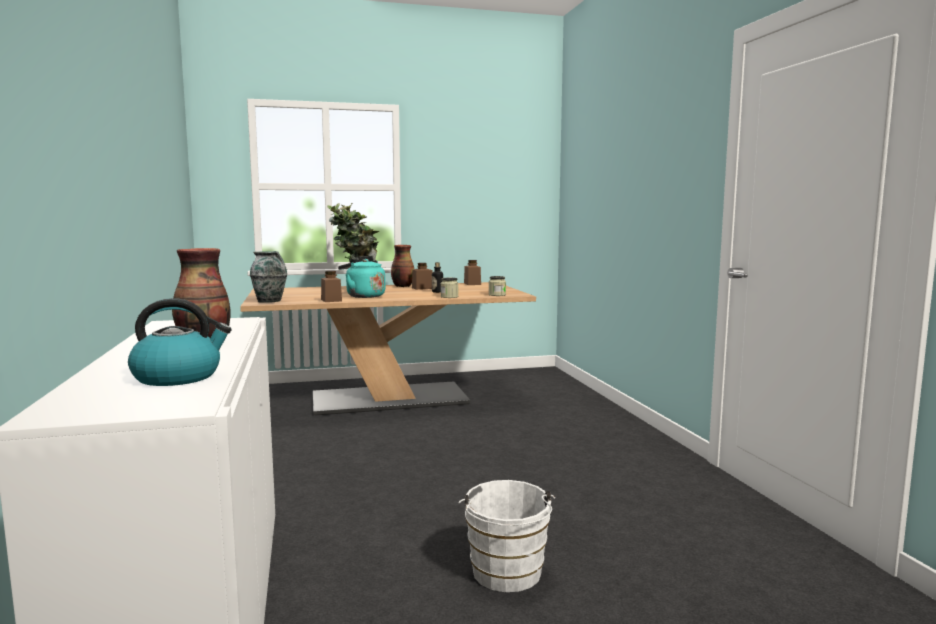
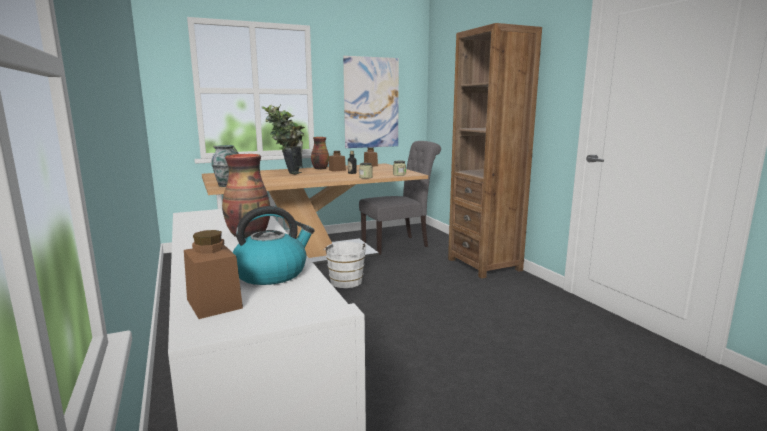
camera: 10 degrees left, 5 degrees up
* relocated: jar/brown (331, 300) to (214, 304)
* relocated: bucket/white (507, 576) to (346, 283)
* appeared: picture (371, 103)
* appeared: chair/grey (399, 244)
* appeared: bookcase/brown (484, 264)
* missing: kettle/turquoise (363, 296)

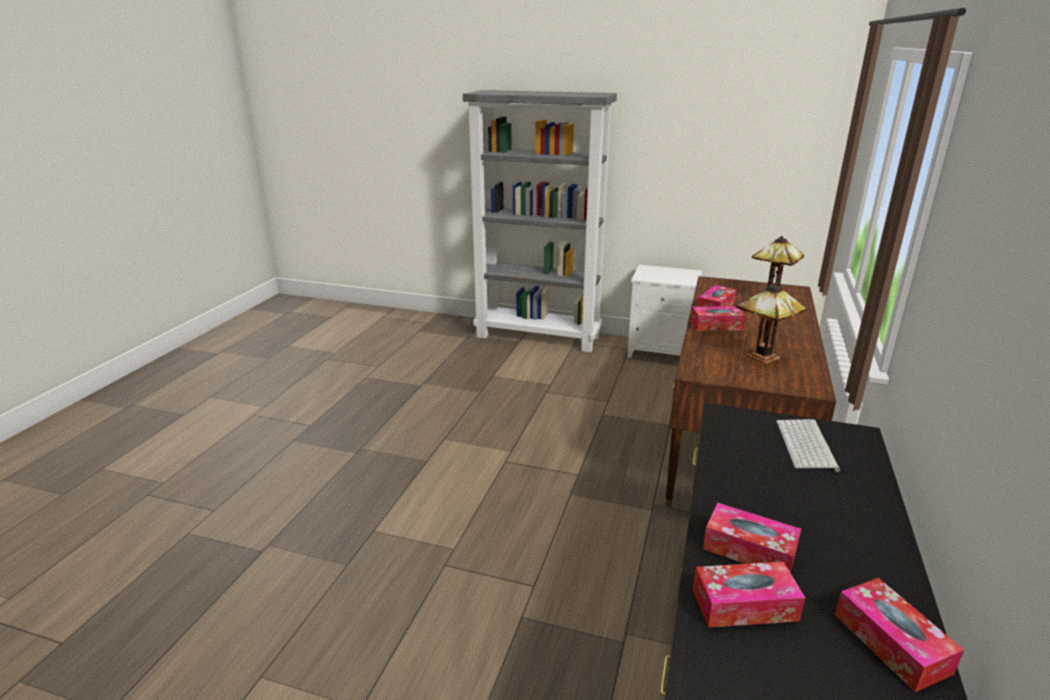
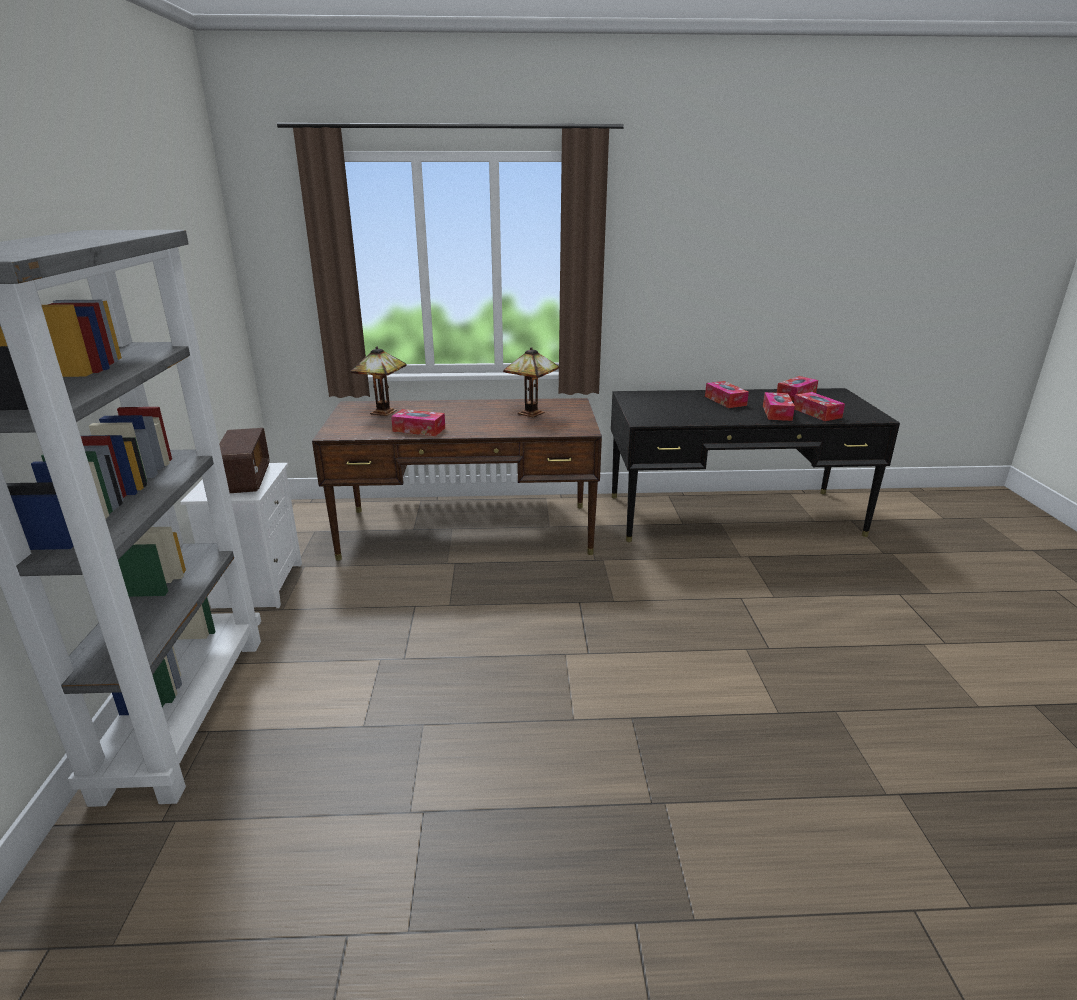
camera: 110 degrees left, 0 degrees up
* appeared: radio (246, 479)
* relocated: tissue box (716, 325) to (725, 401)
* missing: keyboard (807, 445)

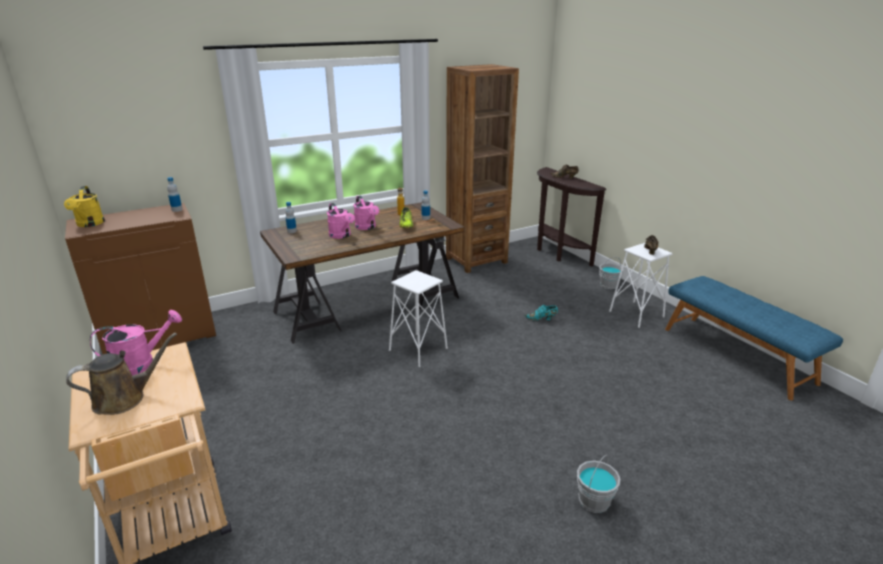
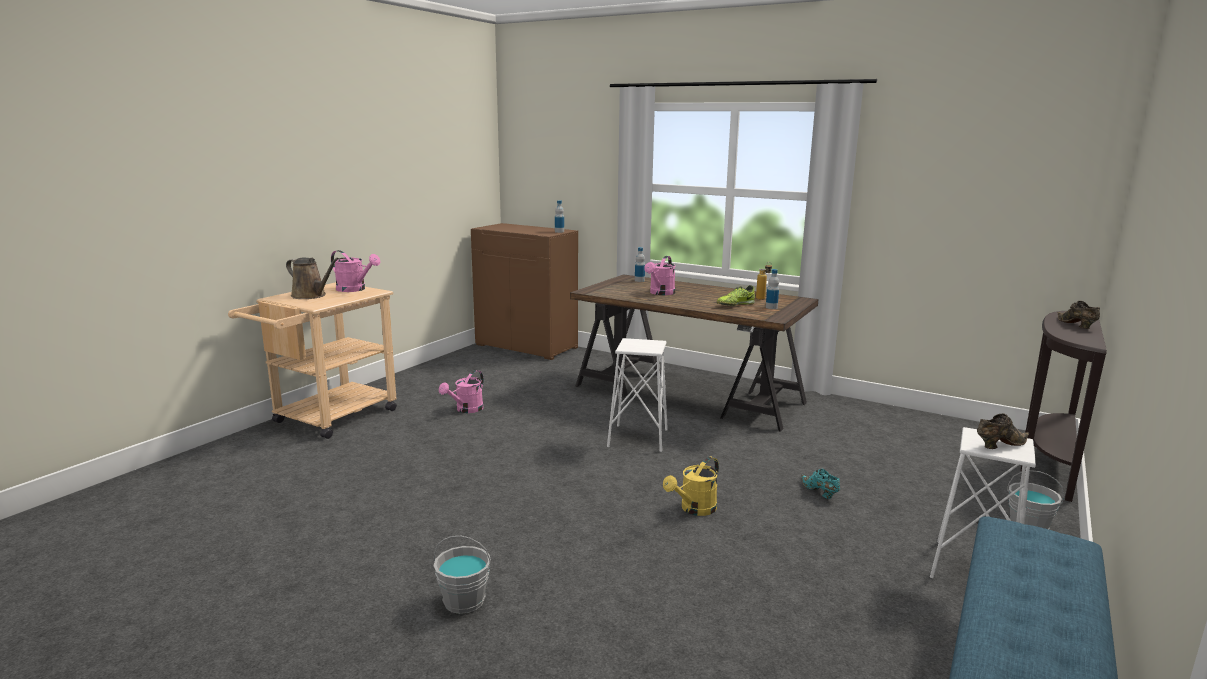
camera: 60 degrees right, 10 degrees down
* relocated: watering can/pink (367, 227) to (466, 410)
* relocated: watering can/yellow (89, 224) to (694, 509)
* missing: bookcase/brown (476, 260)

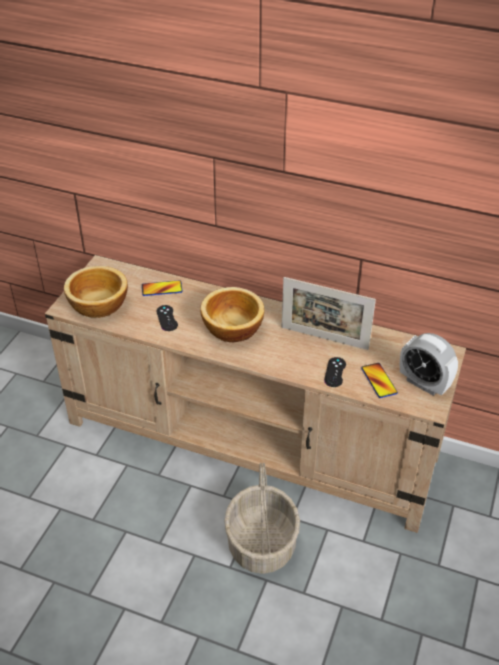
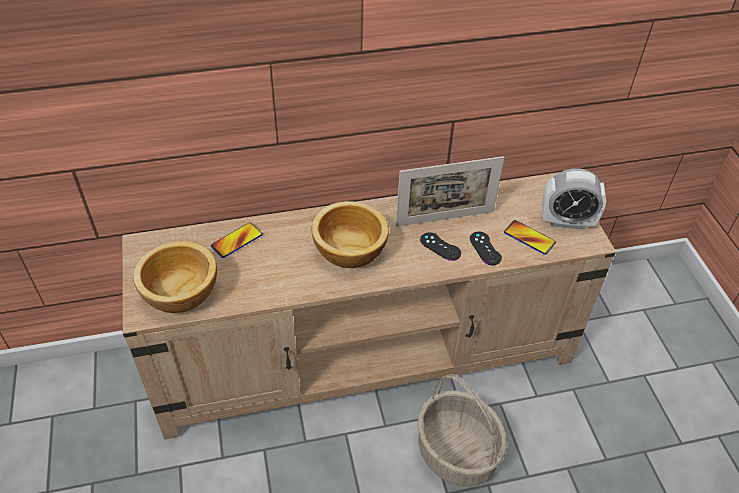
camera: 35 degrees left, 5 degrees up
* relocated: game controller/black (167, 318) to (440, 246)

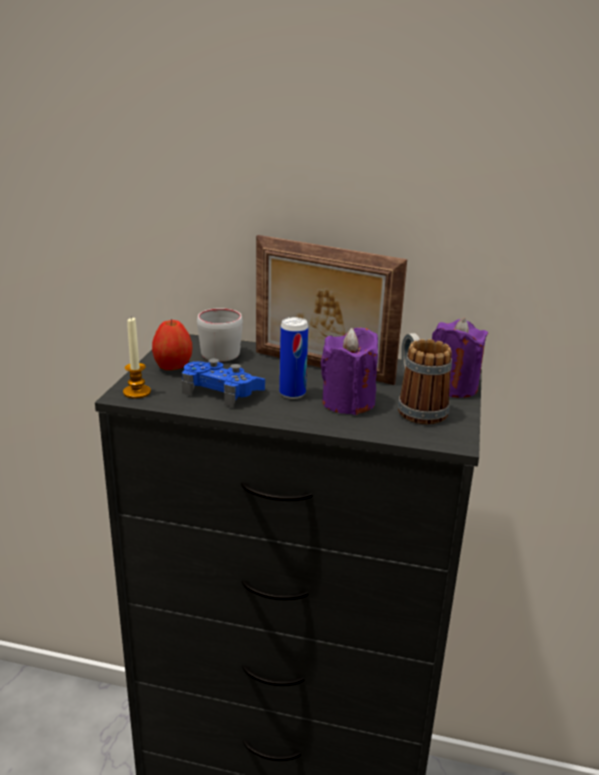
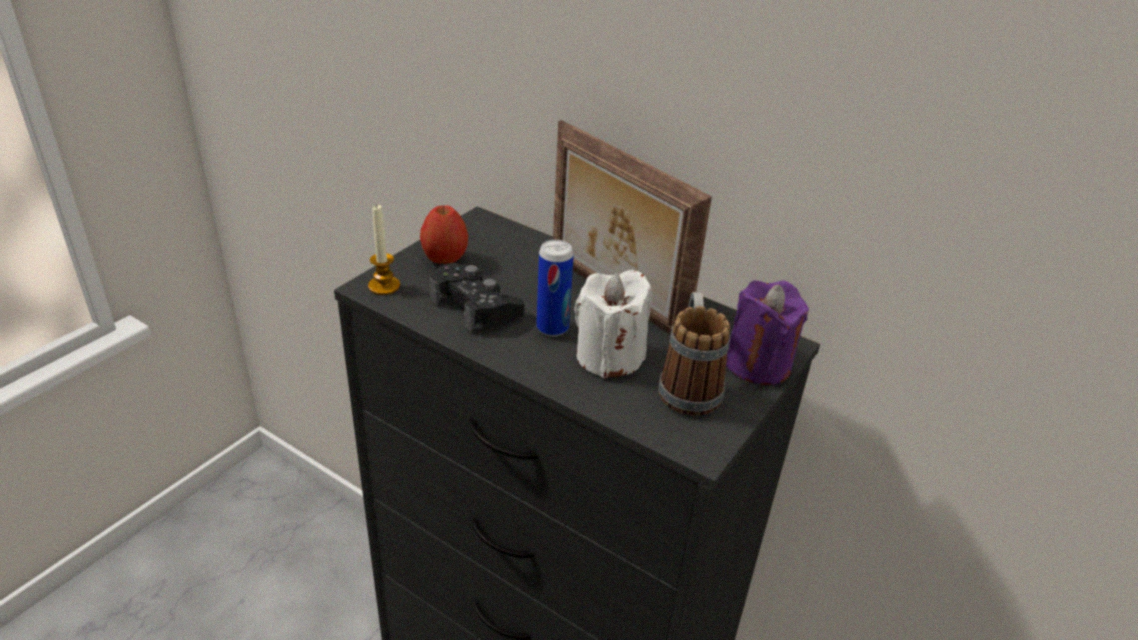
camera: 20 degrees right, 10 degrees up
* colour: game controller/blue (222, 391) to game controller/black (475, 306)
* colour: candle/purple (348, 402) to candle/white (609, 357)
* missing: mug/grey (220, 350)

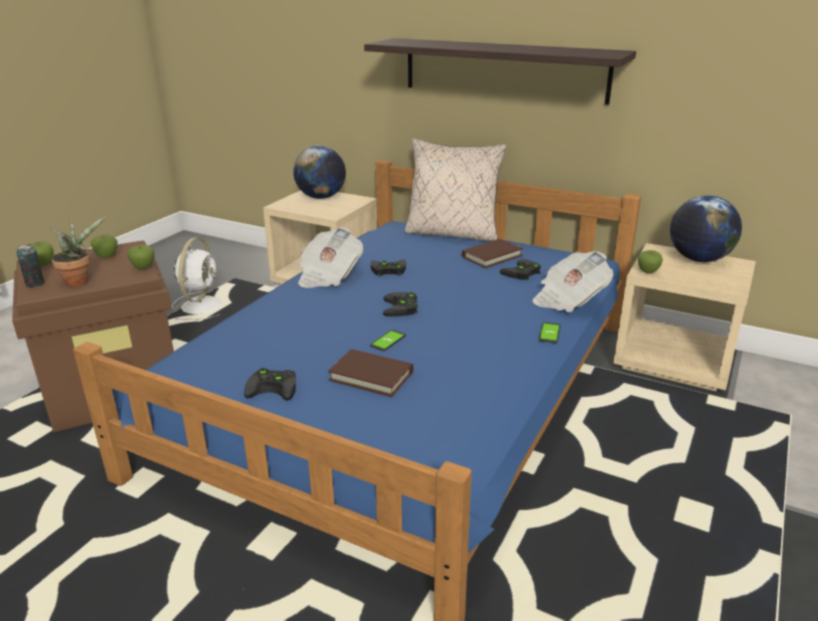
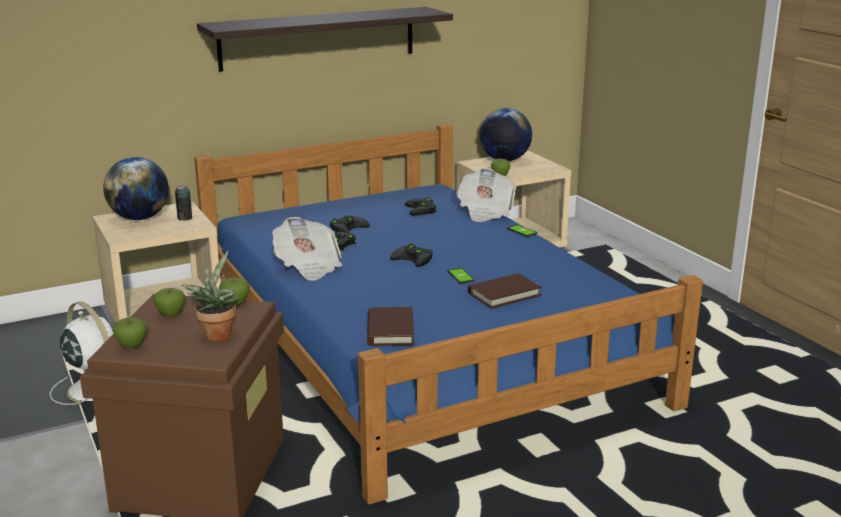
camera: 55 degrees left, 5 degrees down
* relocated: can (35, 284) to (185, 218)
* relocated: game controller/black (274, 387) to (348, 227)
* relocated: book/brown (492, 256) to (390, 330)
* missing: pillow/beige (452, 233)

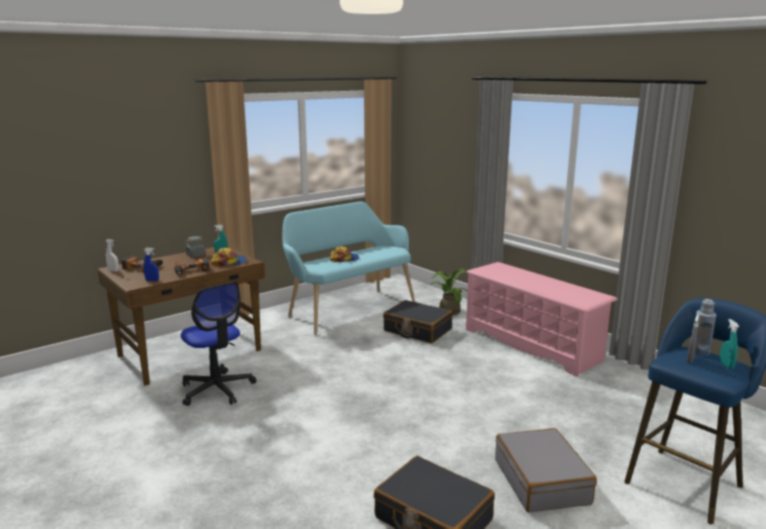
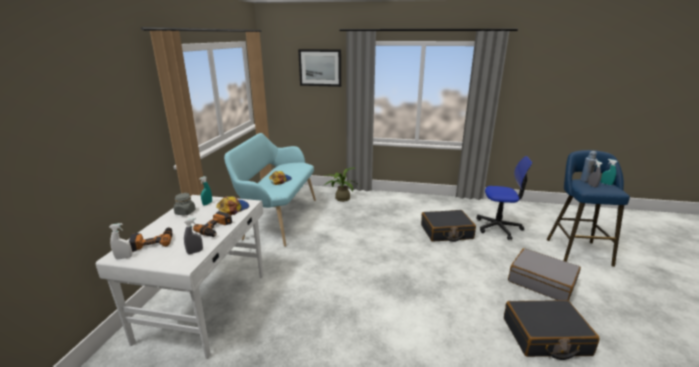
camera: 40 degrees left, 5 degrees up
* colour: desk/brown (191, 353) to desk/white (206, 305)
* colour: spray bottle/blue (152, 280) to spray bottle/grey (195, 252)
* appeared: picture (320, 67)
* relocated: suitcase/black (417, 330) to (446, 232)
* relocated: office chair (217, 389) to (498, 227)
* missing: shoe rack/pink (532, 345)

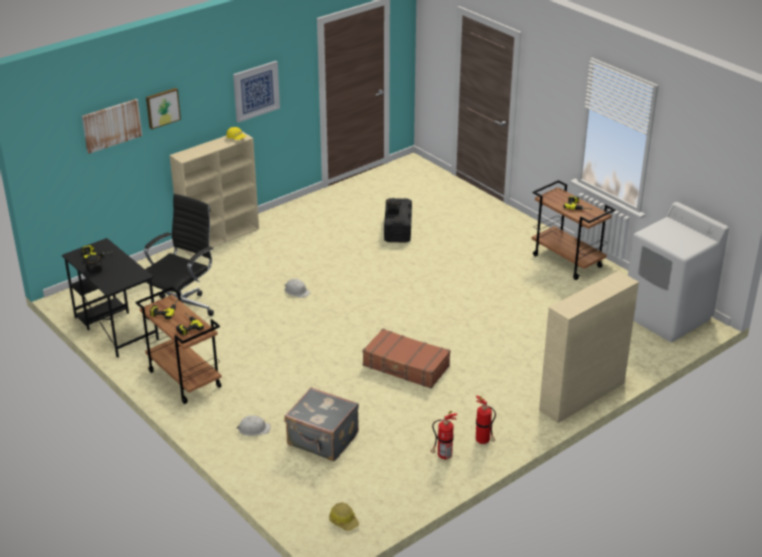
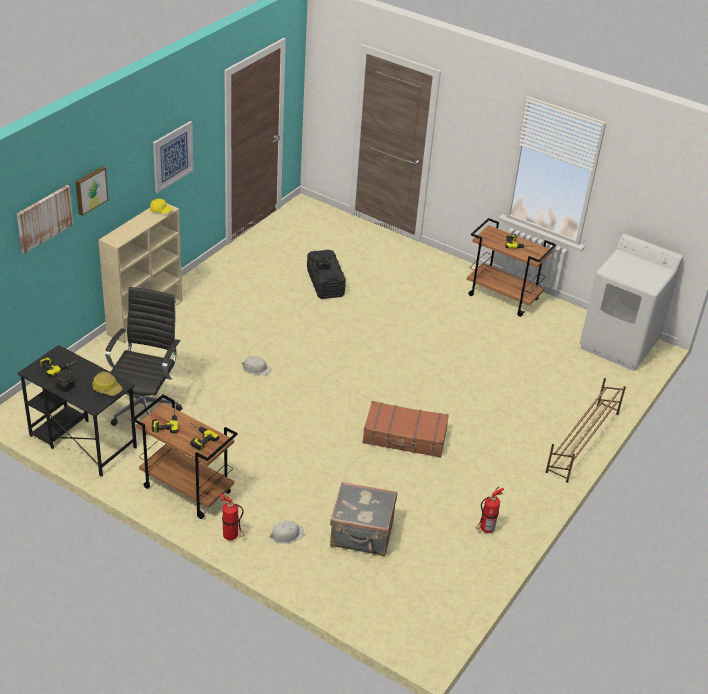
camera: 20 degrees left, 5 degrees up
* relocated: hard hat (344, 520) to (107, 388)
* relocated: fire extinguisher (484, 442) to (232, 537)
* exchanged: bookcase/beige (581, 397) to shoe rack/brown (582, 442)

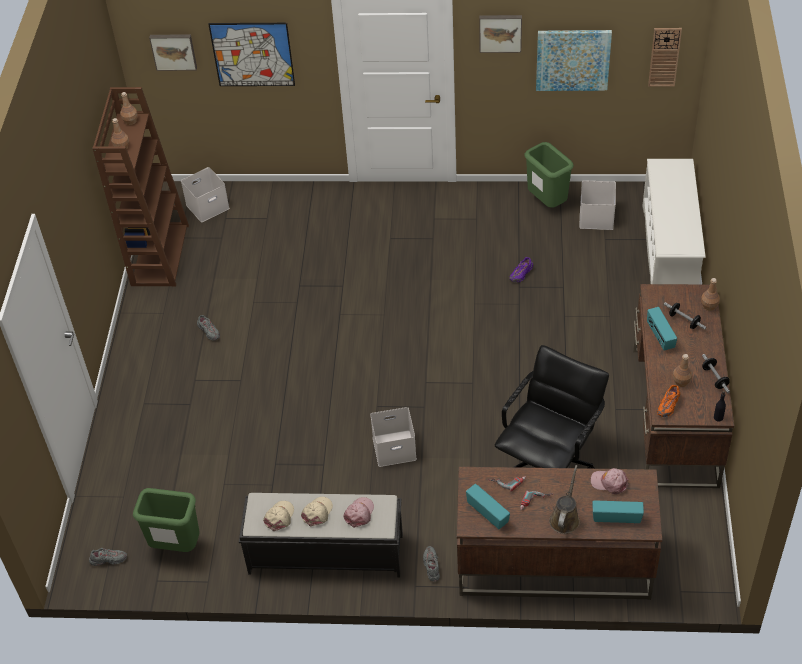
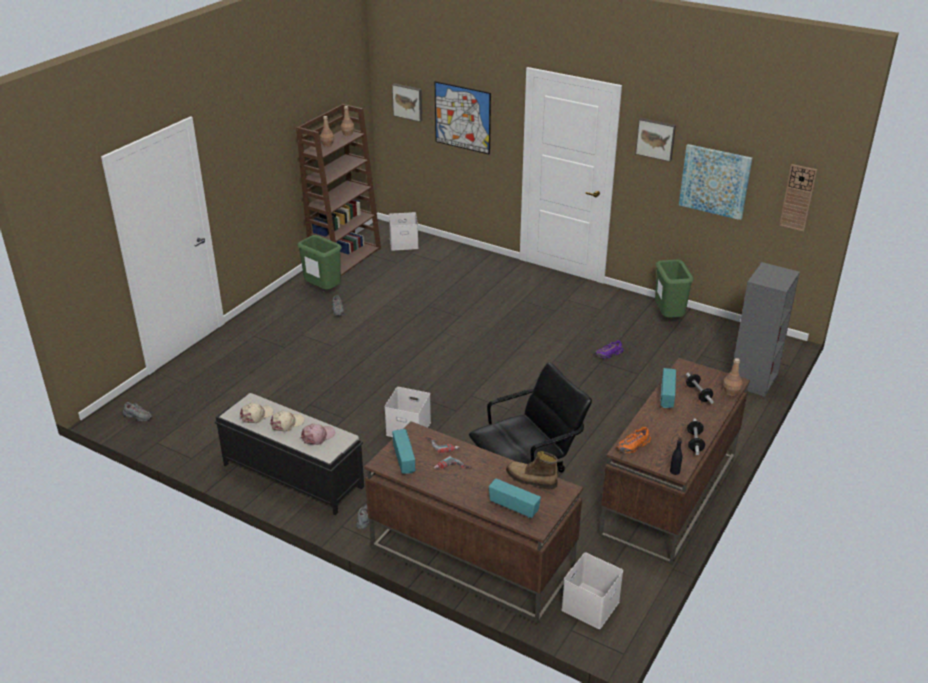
camera: 25 degrees right, 15 degrees down
* relocated: trash can/green (175, 547) to (322, 291)
* exchanged: cap/pink (609, 482) to boot (531, 480)
* relocated: storage box/white (597, 218) to (591, 606)
* exchanged: shoe rack/white (669, 250) to bookcase/grey (753, 380)
* missing: watering can/brown (565, 518)
* missing: bottle/brown (681, 381)

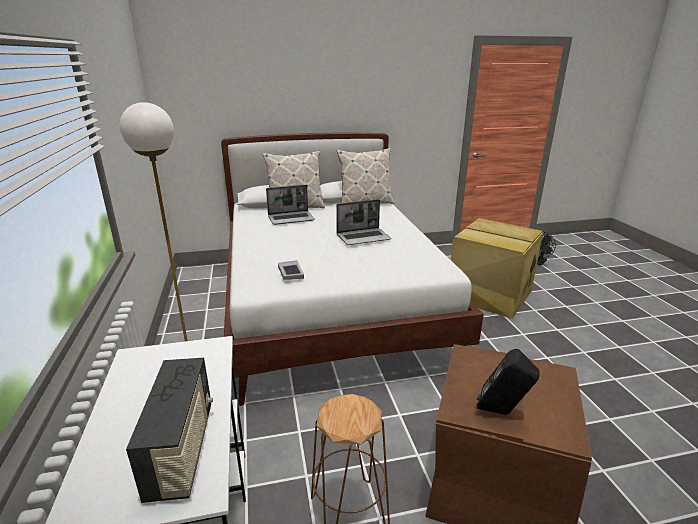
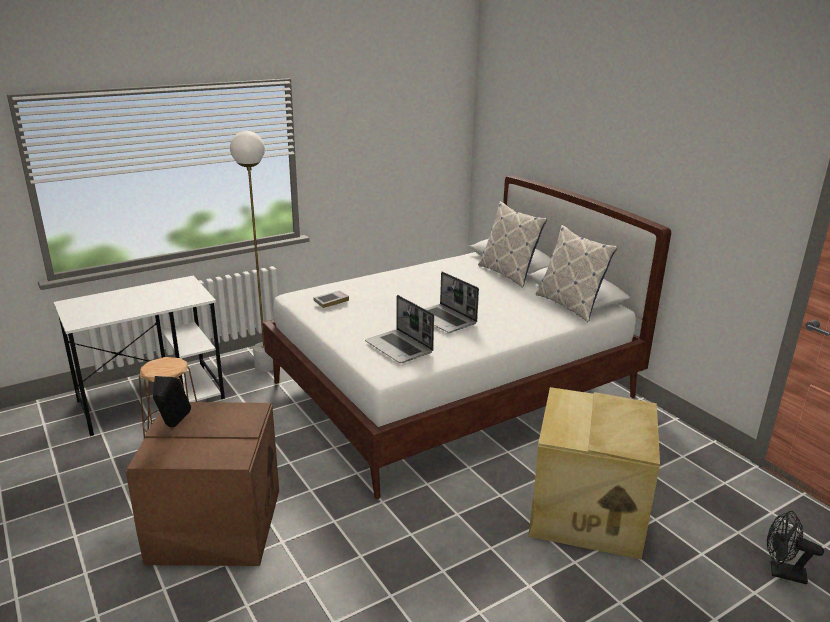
camera: 70 degrees right, 0 degrees up
* relocated: laptop (291, 218) to (400, 348)
* missing: radio (183, 450)

